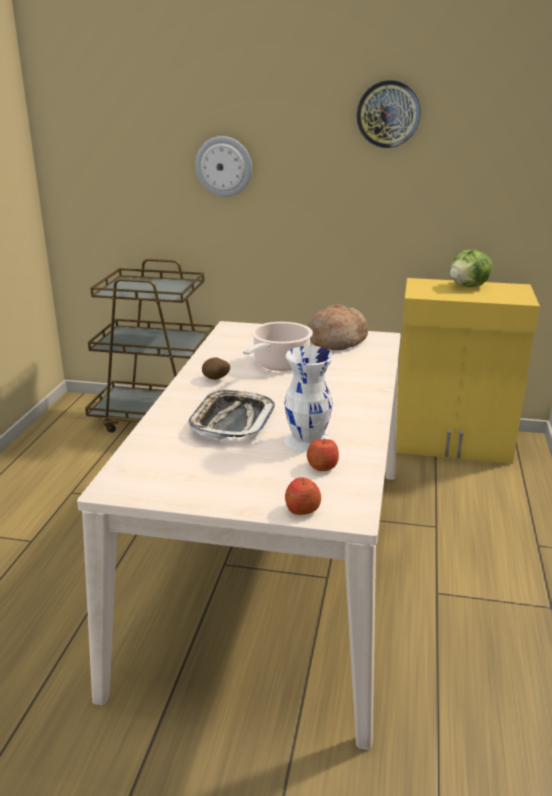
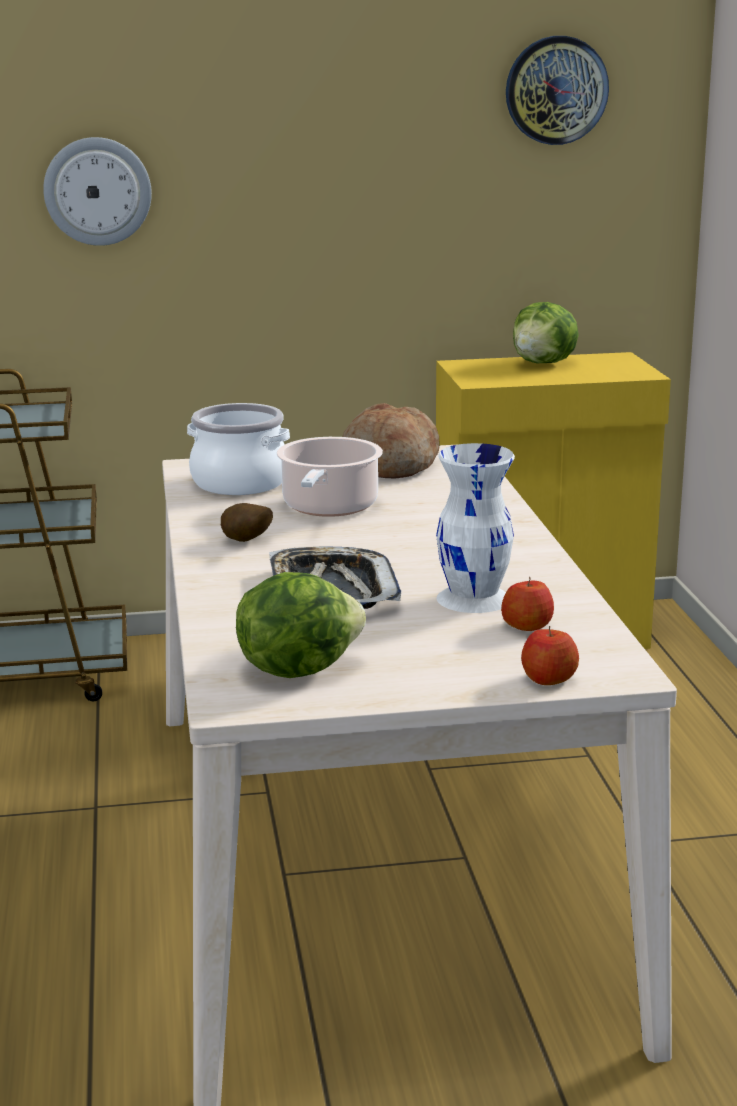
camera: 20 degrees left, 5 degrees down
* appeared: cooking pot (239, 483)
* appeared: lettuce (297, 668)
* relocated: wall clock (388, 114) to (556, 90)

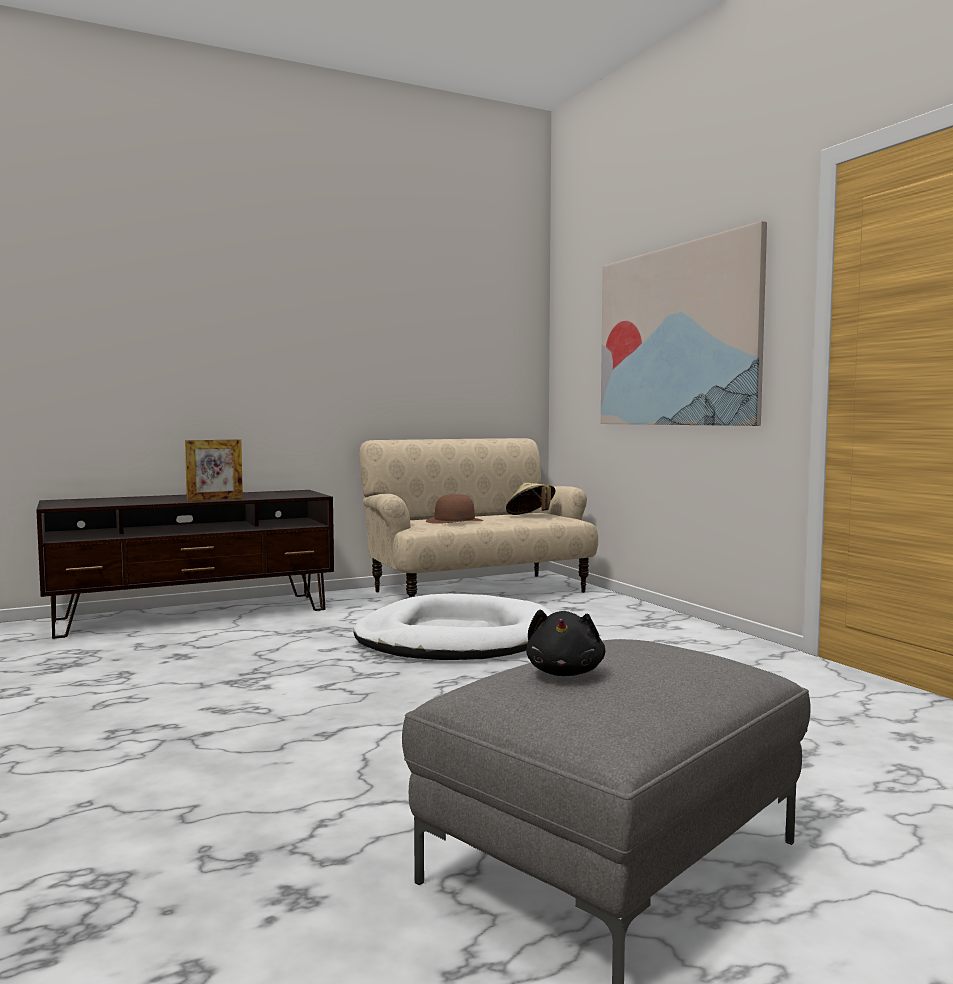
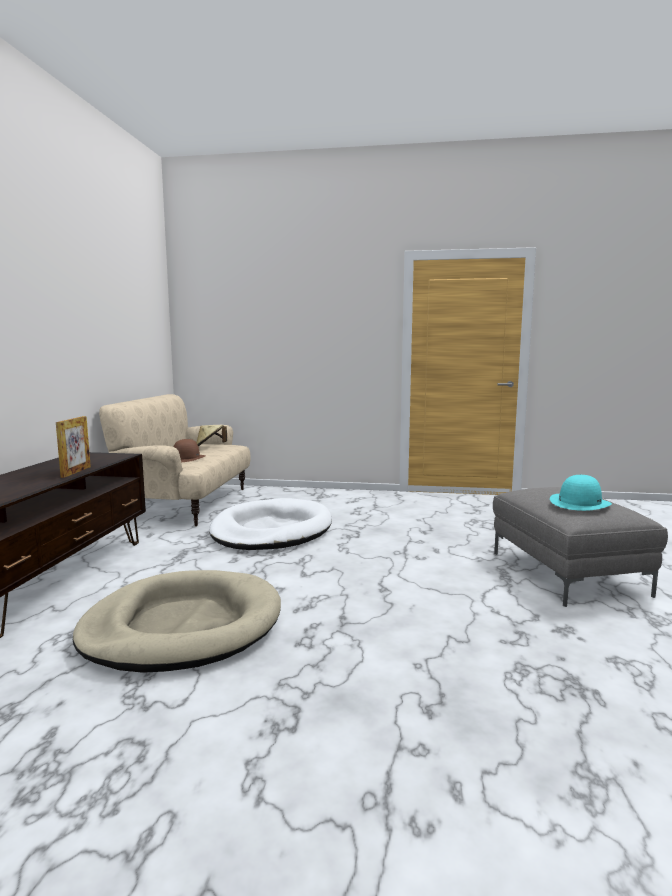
camera: 55 degrees left, 5 degrees up
* appeared: dog bed/beige (182, 627)
* exchanged: plush toy/black (565, 672) to hat/turquoise (579, 502)
* missing: picture (676, 336)

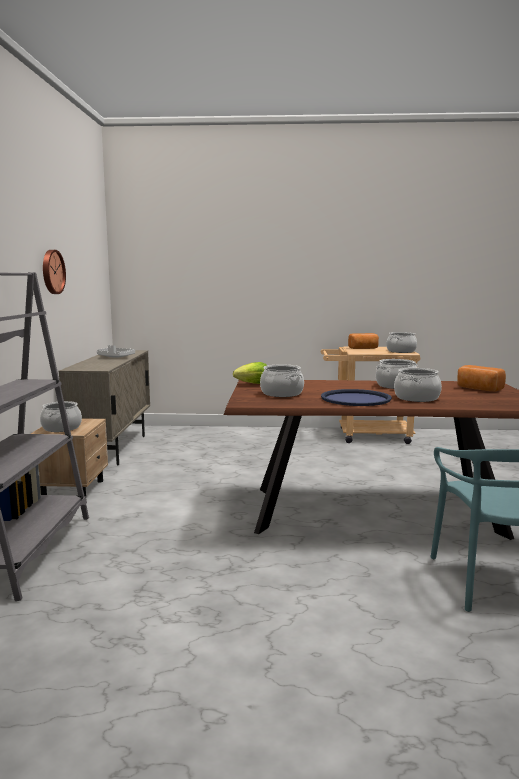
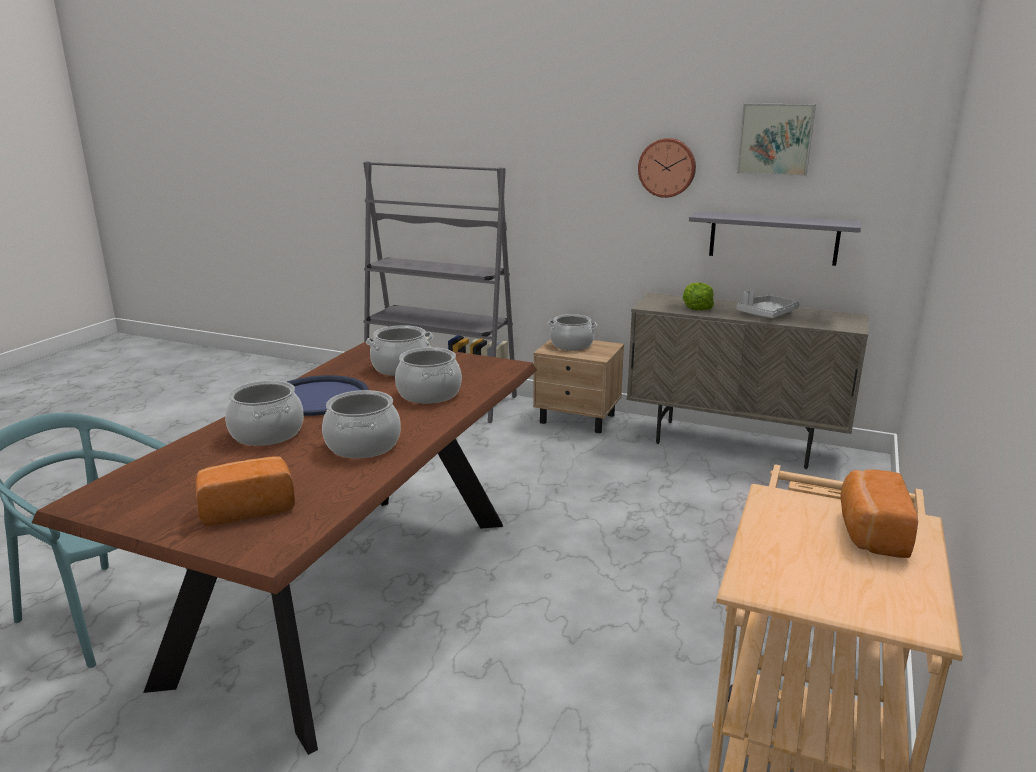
camera: 110 degrees right, 10 degrees up
* relocated: cooking pot (401, 351) to (429, 394)
* relocated: lettuce (253, 384) to (696, 307)
* appeared: shelf/grey (773, 238)
* appeared: picture (775, 139)

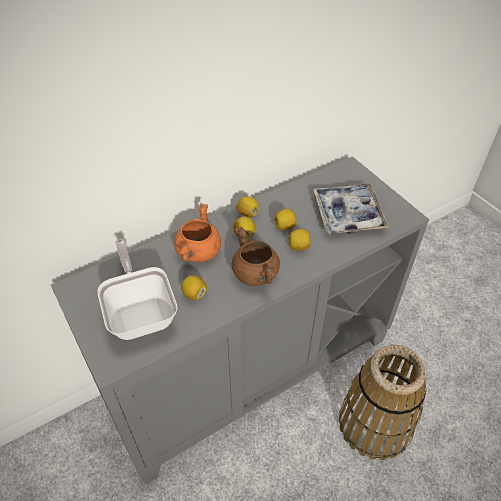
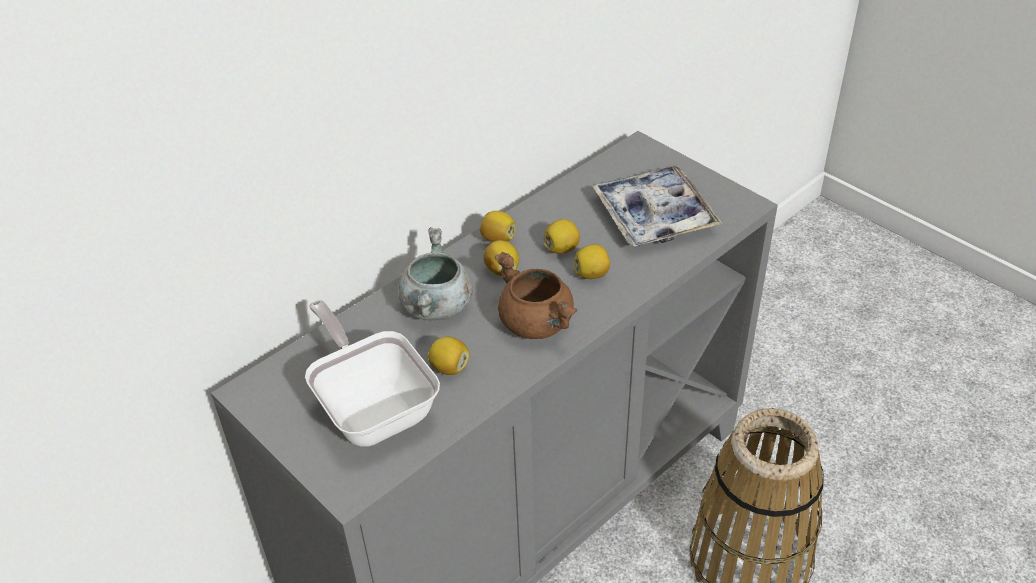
camera: 10 degrees left, 5 degrees down
* colour: cooking pot/orange (199, 252) to cooking pot/grey (438, 307)

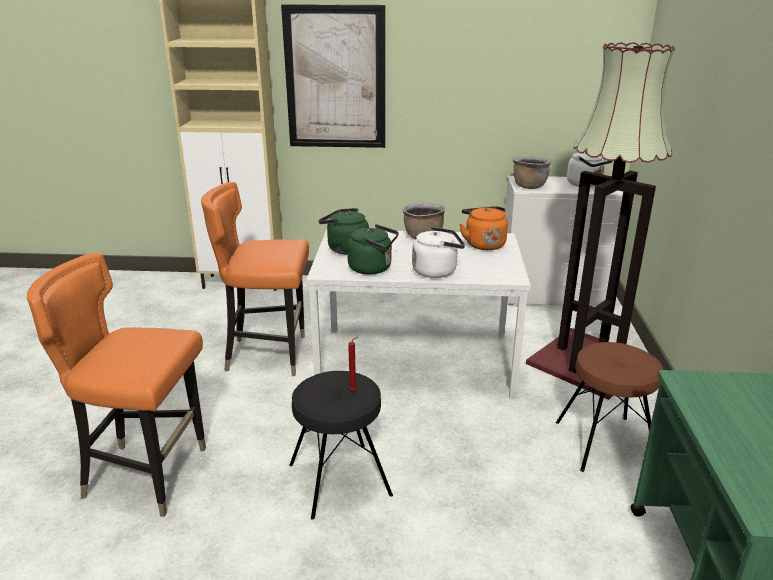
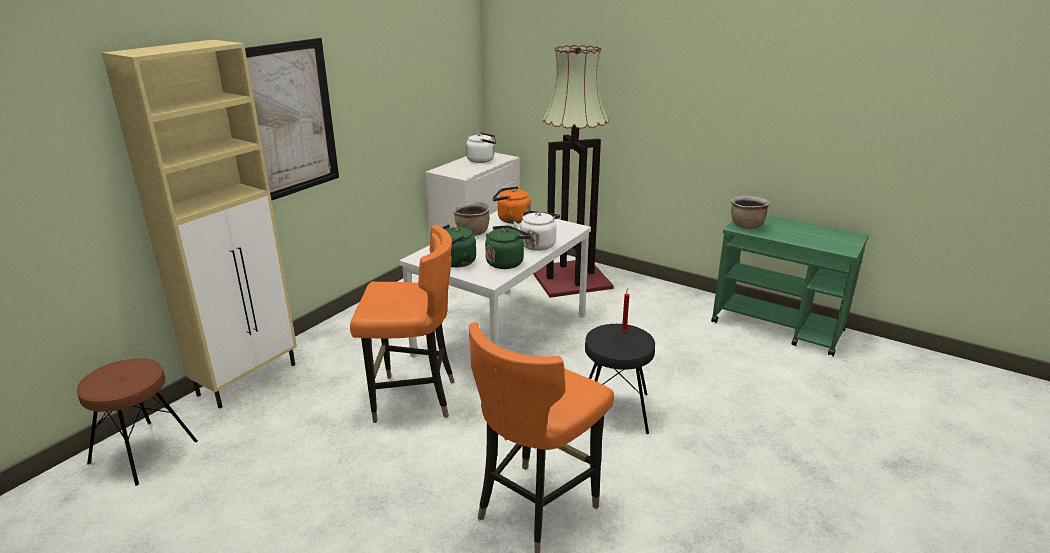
camera: 60 degrees left, 0 degrees up
* relocated: stool/brown (604, 443) to (143, 452)
* spun: chair/orange (268, 355) = (413, 399) 120 degrees counterclockwise
* relocated: cooking pot/brown (529, 186) to (746, 226)

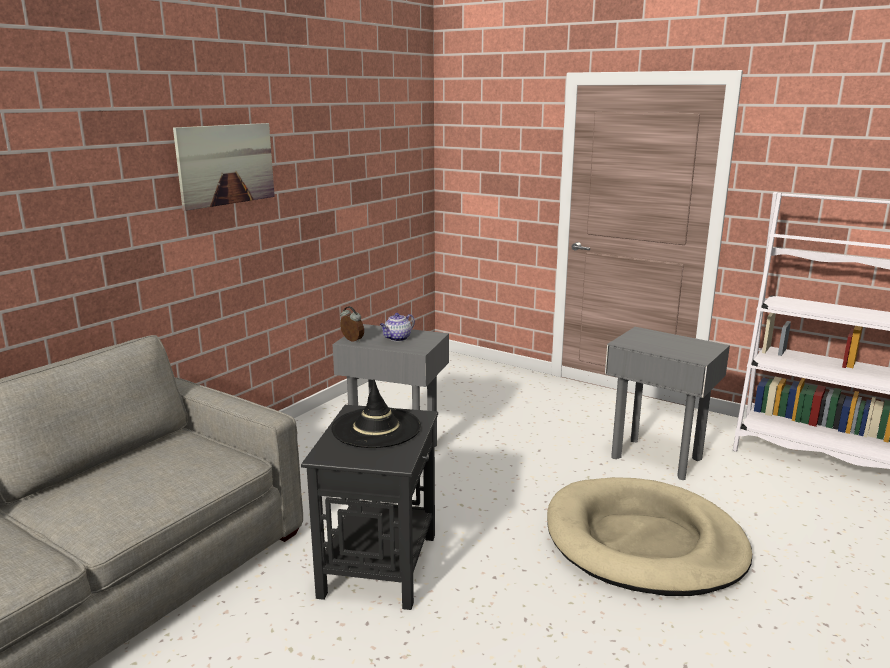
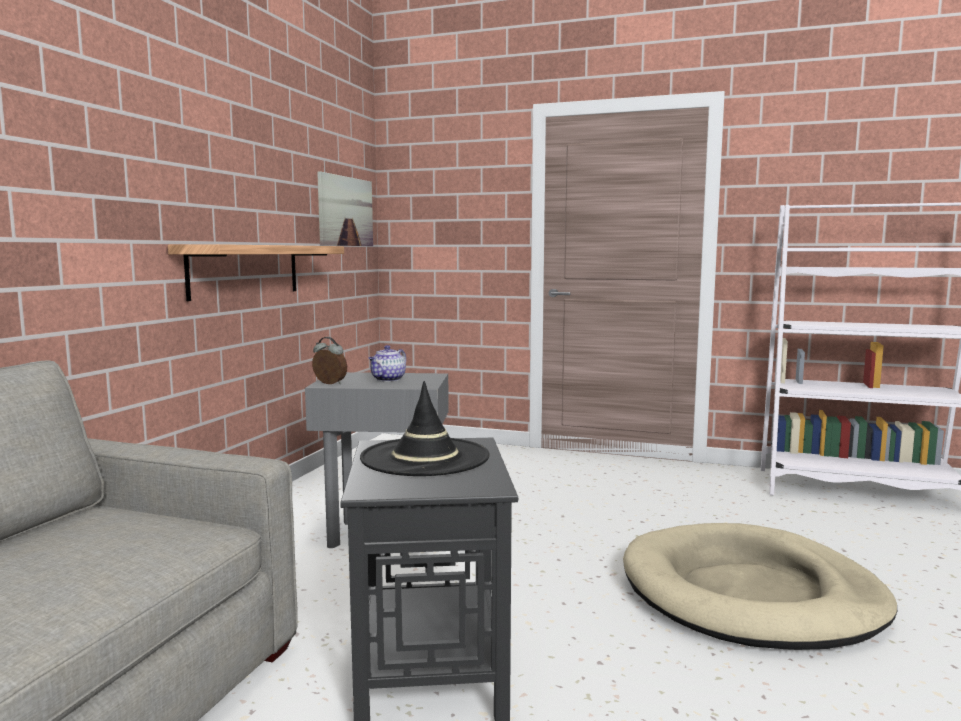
camera: 15 degrees left, 10 degrees down
* appeared: shelf (245, 270)
* relocated: picture (226, 164) to (345, 211)
* missing: side table/grey (656, 458)

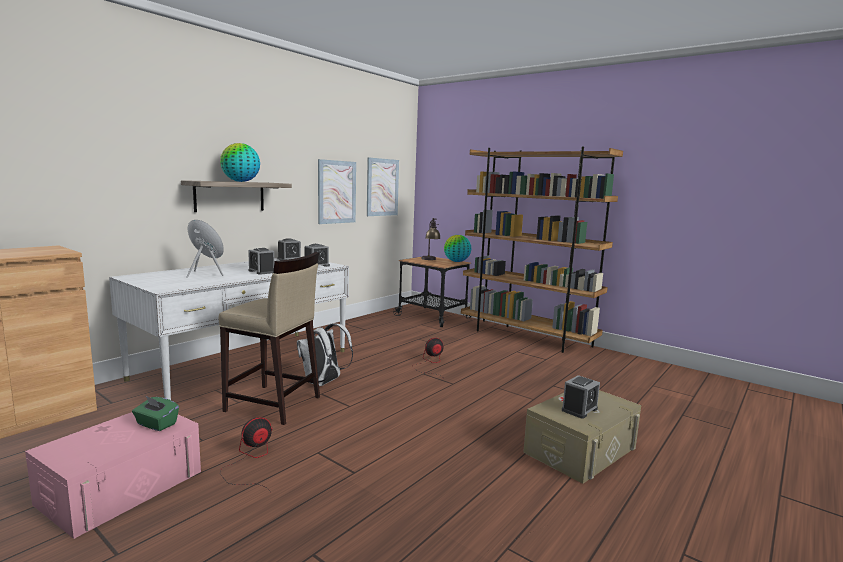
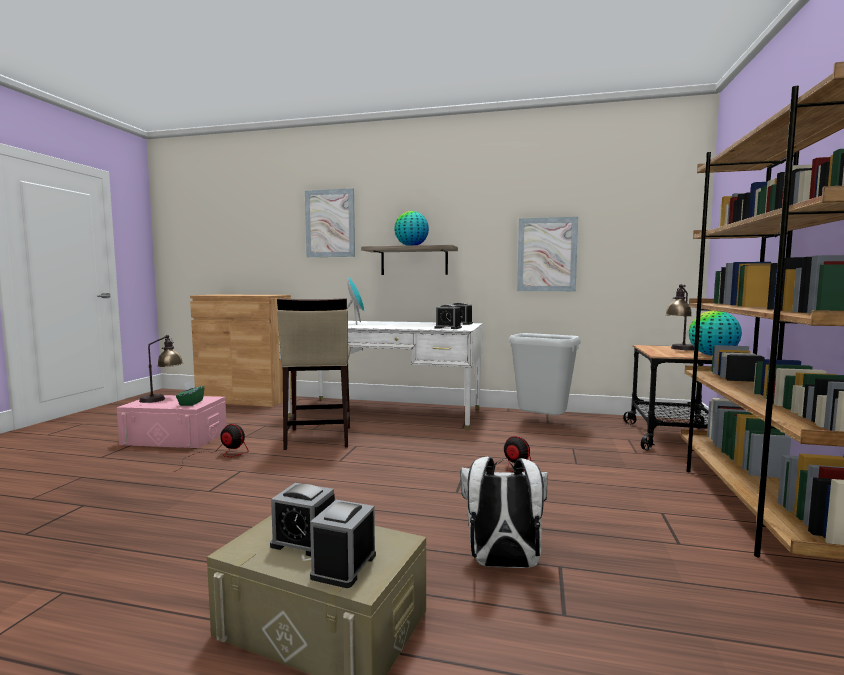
camera: 65 degrees right, 5 degrees down
* appeared: table lamp (162, 398)
* relocated: picture (382, 187) to (330, 223)
* relocated: alarm clock (261, 271) to (344, 566)
* relocated: backpack/white (323, 383) to (502, 564)
* appeared: trash can/grey (541, 423)

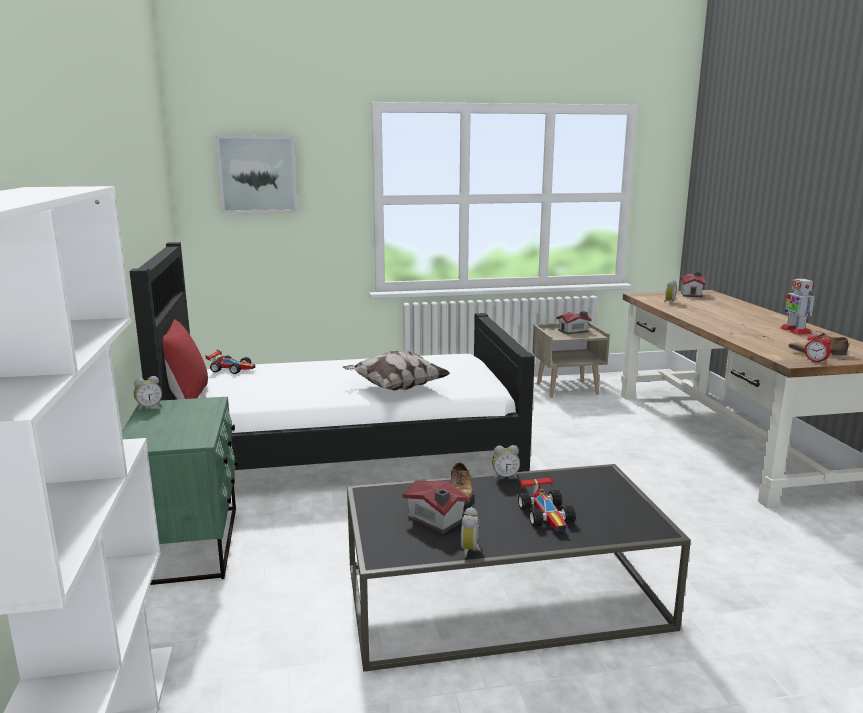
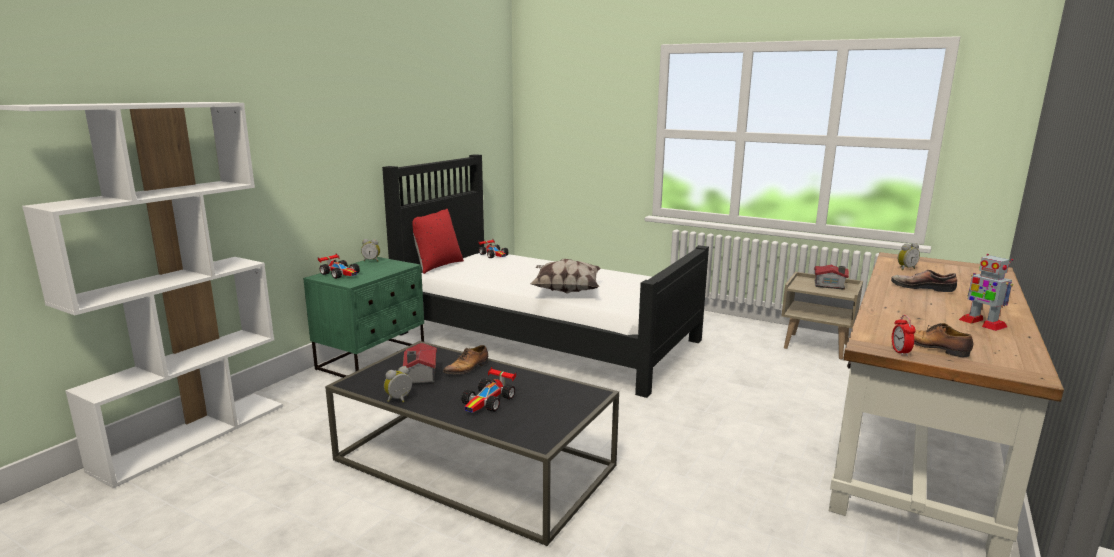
camera: 40 degrees right, 0 degrees up
* appeared: toy car (341, 273)
* appeared: shoe (922, 287)
* spun: toy robot (795, 331) = (982, 323) 60 degrees counterclockwise
* missing: picture (257, 174)
* missing: alarm clock (505, 477)
* missing: toy house (691, 294)

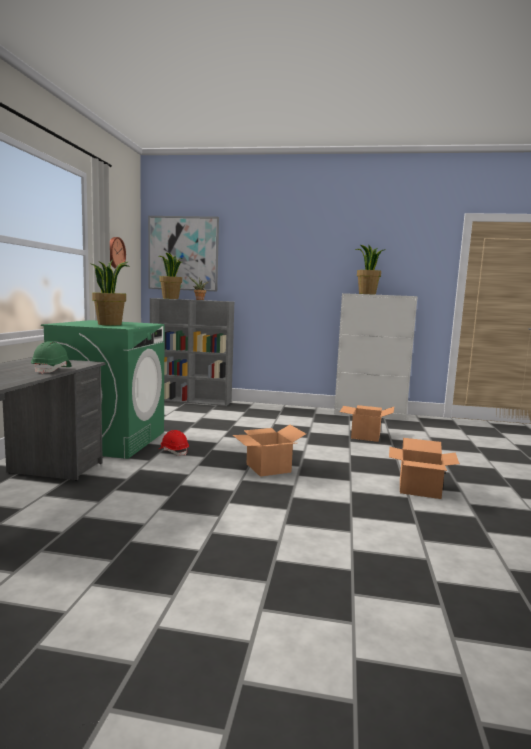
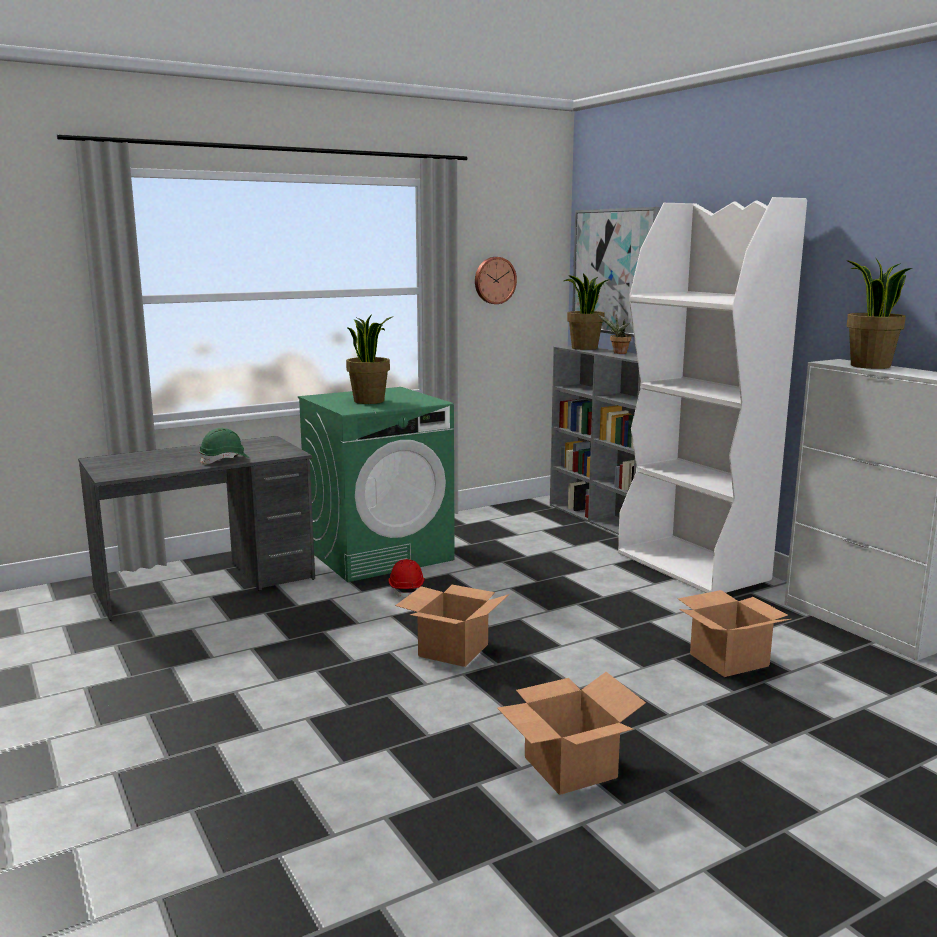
camera: 50 degrees right, 5 degrees up
* appeared: bookcase/white (693, 566)

